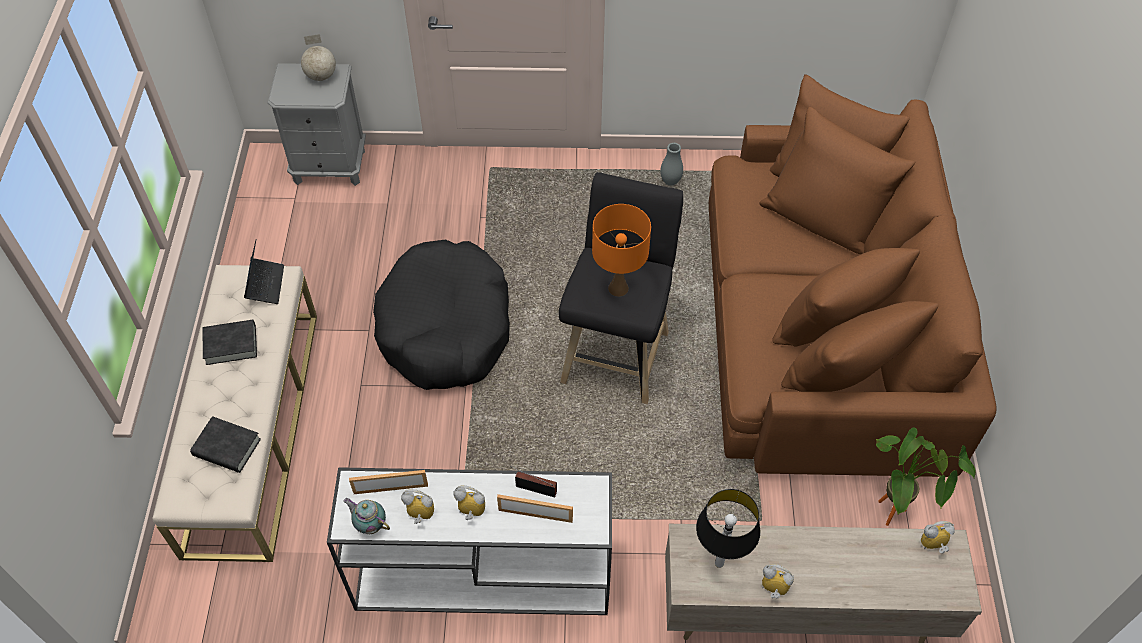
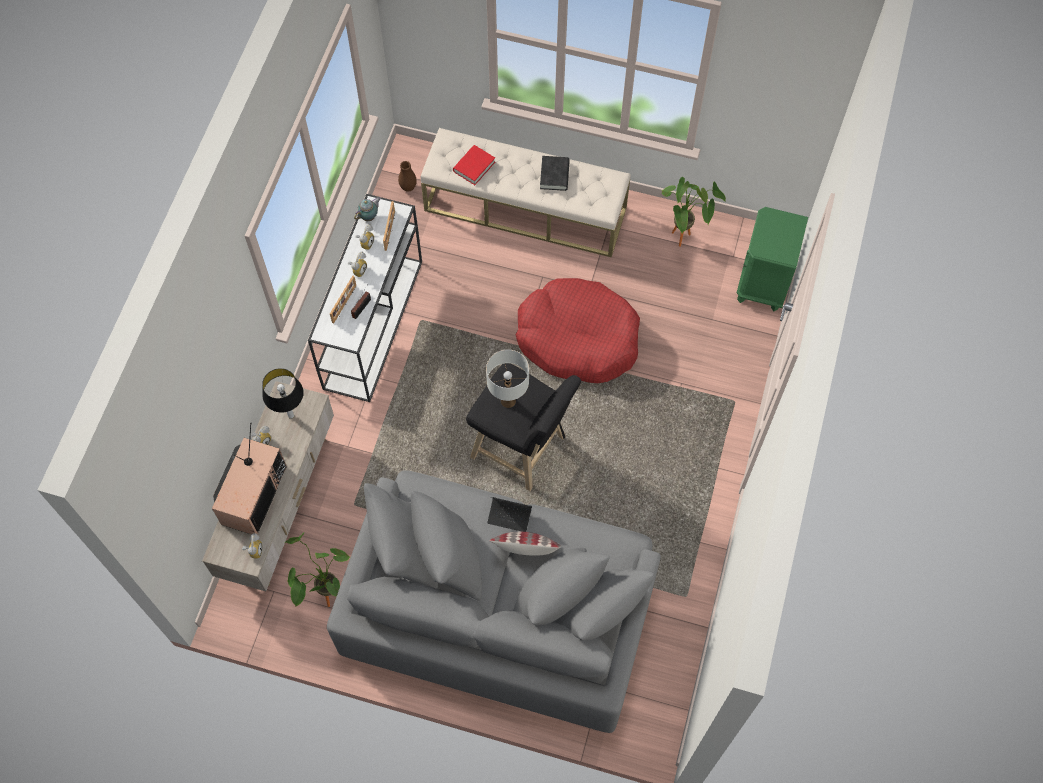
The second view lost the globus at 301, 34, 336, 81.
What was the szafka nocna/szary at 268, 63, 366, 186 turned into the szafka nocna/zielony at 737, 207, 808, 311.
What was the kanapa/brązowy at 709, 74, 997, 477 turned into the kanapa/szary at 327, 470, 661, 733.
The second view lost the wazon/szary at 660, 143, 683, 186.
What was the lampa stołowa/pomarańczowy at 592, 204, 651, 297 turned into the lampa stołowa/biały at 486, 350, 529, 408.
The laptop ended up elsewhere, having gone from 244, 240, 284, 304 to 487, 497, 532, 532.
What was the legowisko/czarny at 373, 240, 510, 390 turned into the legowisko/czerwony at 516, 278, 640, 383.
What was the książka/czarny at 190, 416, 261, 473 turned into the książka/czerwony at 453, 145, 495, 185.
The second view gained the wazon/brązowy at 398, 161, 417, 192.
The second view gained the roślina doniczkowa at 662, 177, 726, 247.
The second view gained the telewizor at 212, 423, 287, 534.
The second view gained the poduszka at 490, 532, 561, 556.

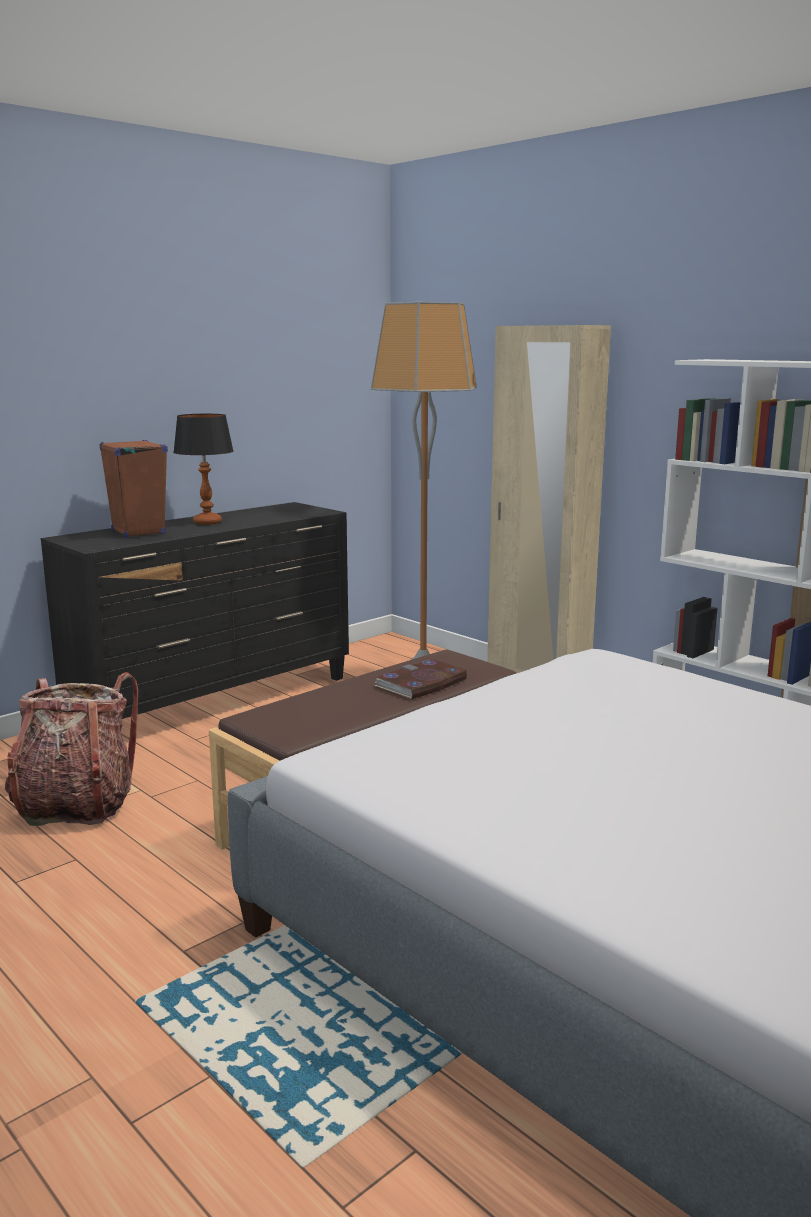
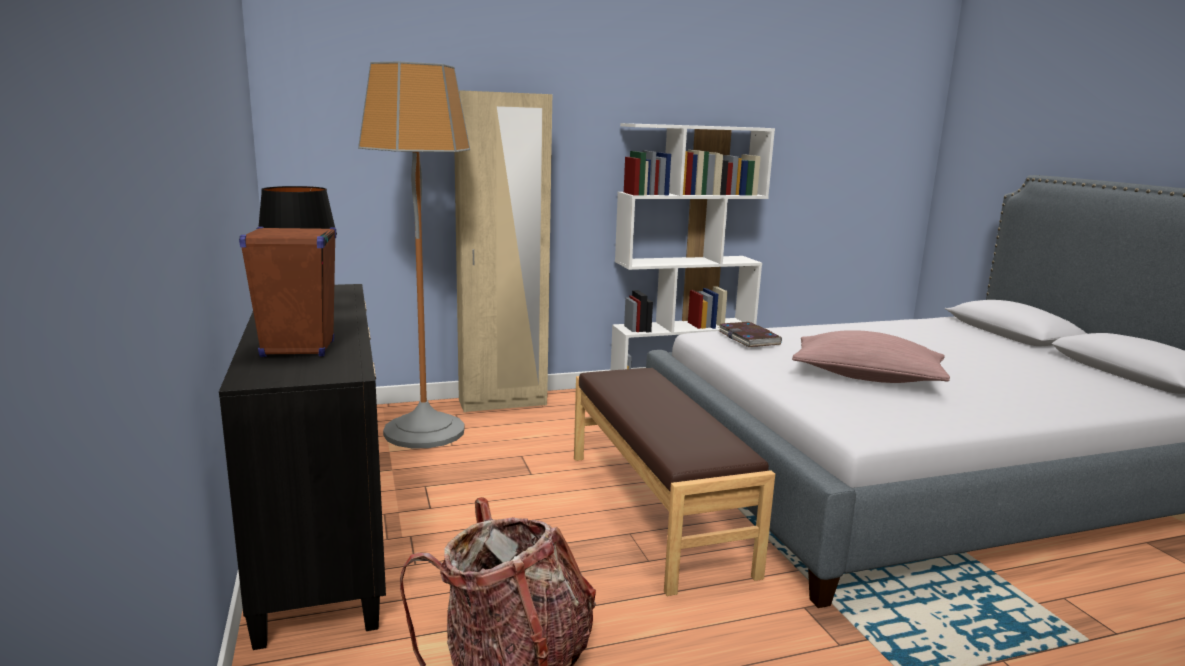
The książka ended up elsewhere, having gone from 375, 659, 467, 700 to 718, 322, 782, 347.
The second view gained the poduszka/różowy at 792, 330, 950, 383.

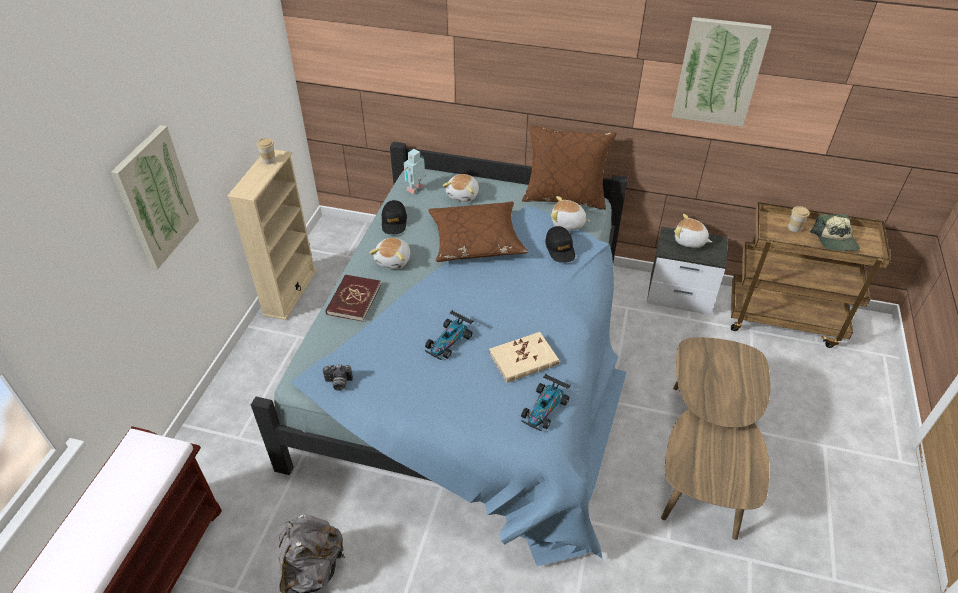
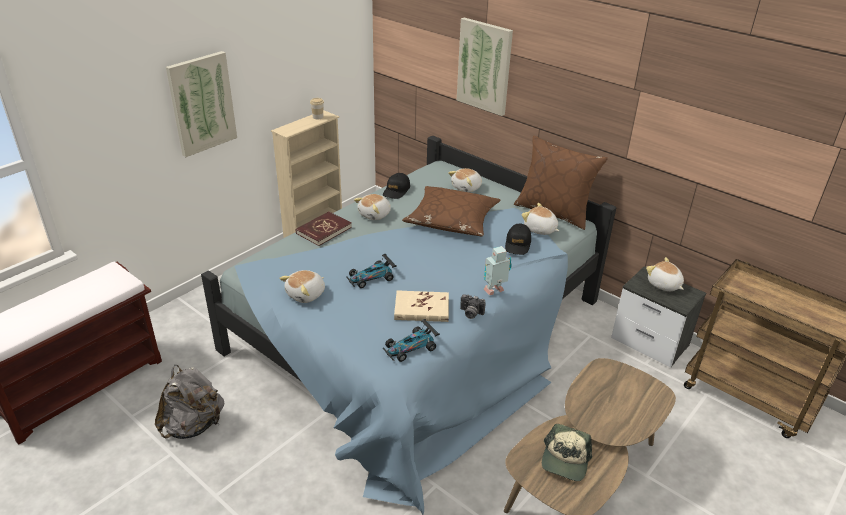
The obraz ended up elsewhere, having gone from 672, 17, 771, 127 to 457, 17, 513, 116.
The robot zabawkowy ended up elsewhere, having gone from 404, 149, 425, 194 to 483, 246, 512, 295.
The second view lost the filiżanka at 788, 206, 810, 232.
The czapka z daszkiem ended up elsewhere, having gone from 810, 214, 860, 251 to 542, 424, 592, 481.
The aparat fotograficzny ended up elsewhere, having gone from 323, 364, 353, 391 to 460, 294, 486, 319.
The second view gained the pluszak at 279, 270, 325, 303.

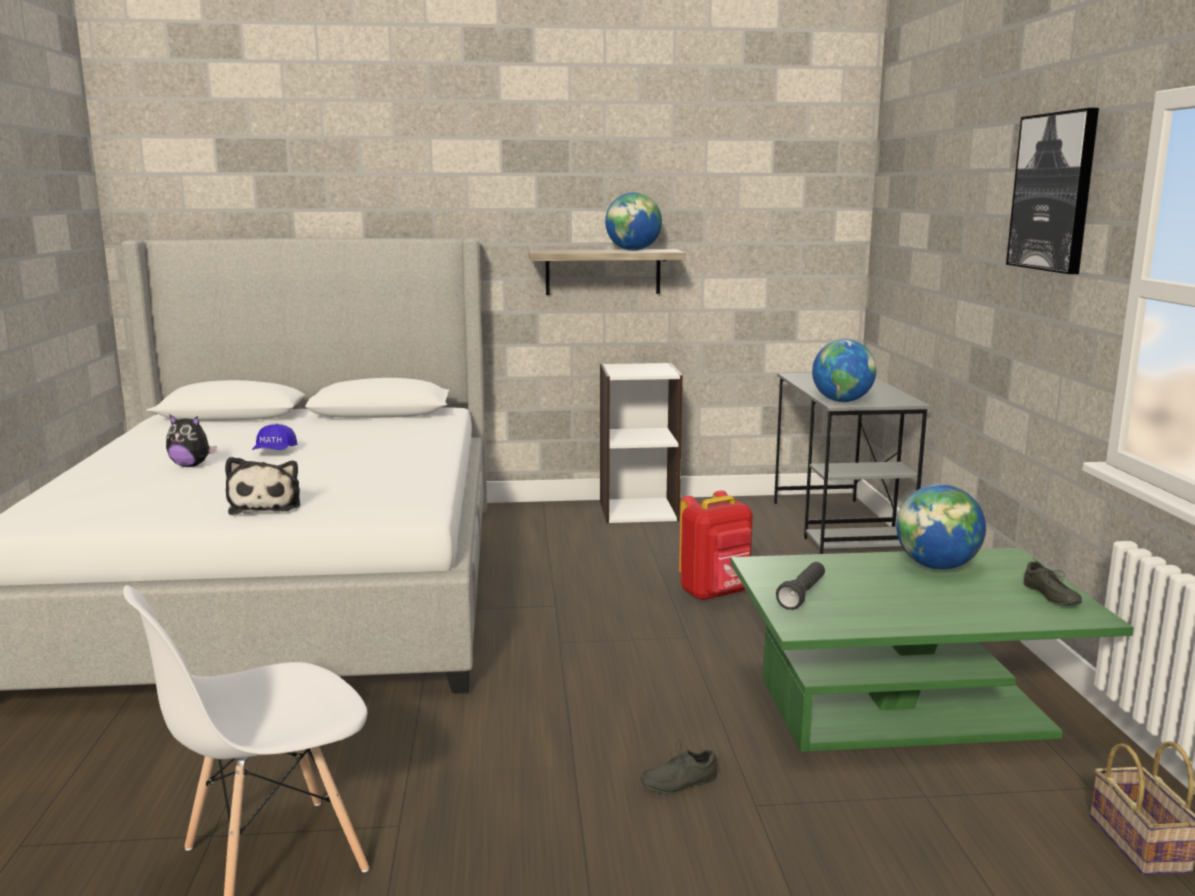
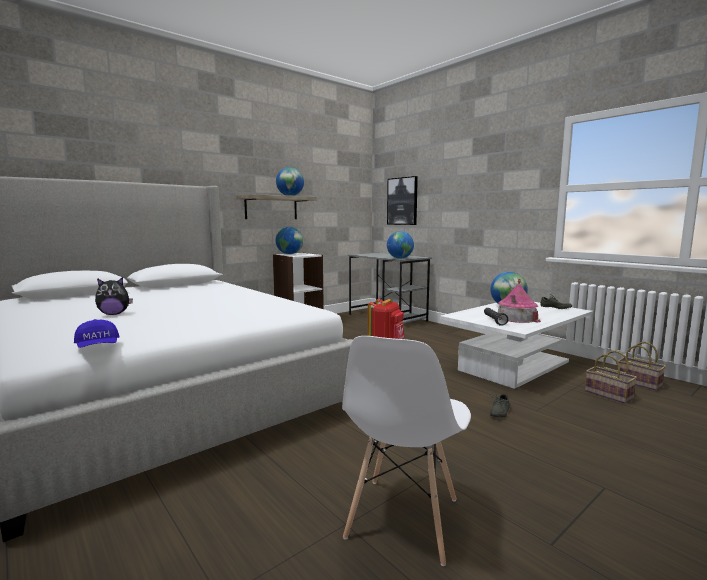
The obraz ended up elsewhere, having gone from 1006, 108, 1099, 274 to 387, 176, 418, 225.
The czapka z daszkiem/niebieski ended up elsewhere, having gone from 252, 424, 297, 450 to 74, 319, 120, 348.
The second view lost the pluszak at 225, 457, 301, 515.
What was the ława/zielony at 730, 548, 1134, 752 turned into the ława/biały at 440, 302, 593, 389.
The second view gained the globus at 275, 227, 303, 254.
The second view gained the domek at 498, 279, 541, 323.
The second view gained the koszyk at 585, 350, 637, 404.

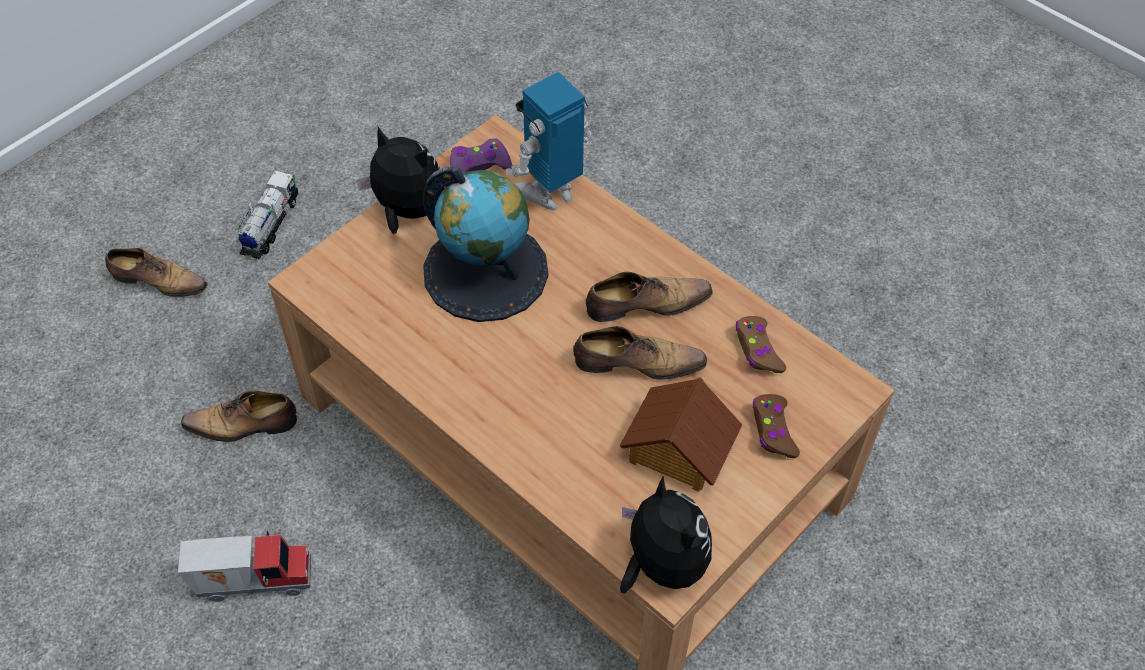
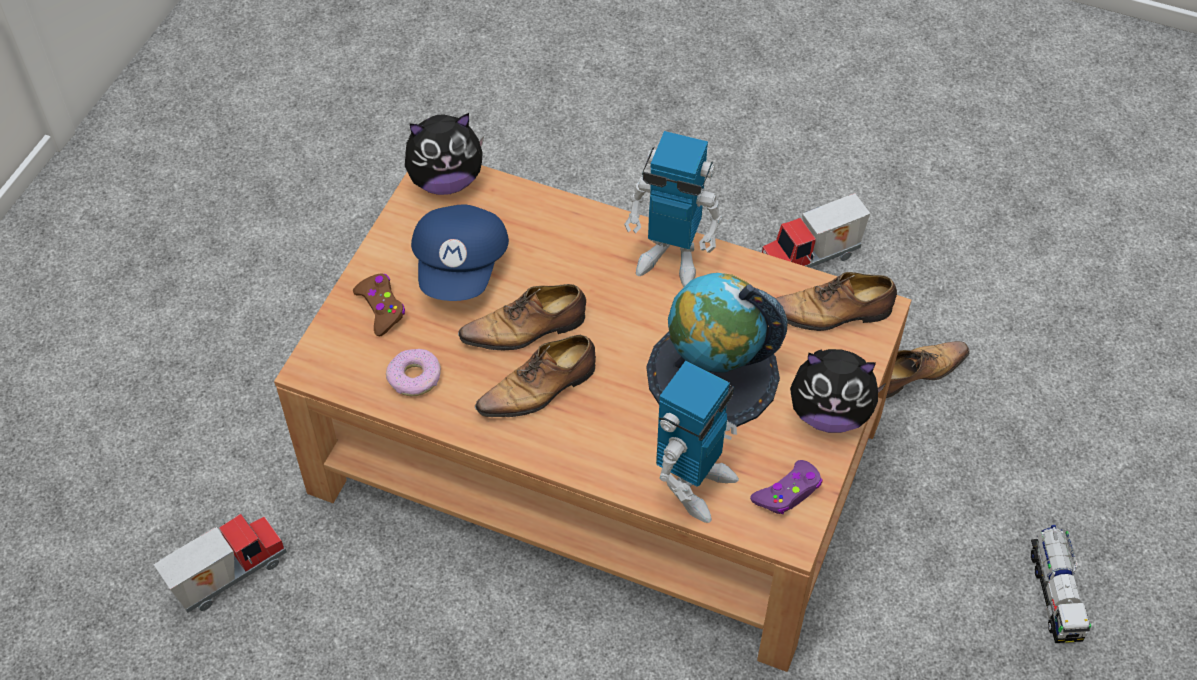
The but ended up elsewhere, having gone from 105, 248, 208, 297 to 776, 272, 897, 331.
Where the pad do gier/brązowy stood at 736, 316, 786, 373, the donut came to stand at 386, 349, 441, 396.
Where the domek stood at 619, 377, 742, 492, the czapka z daszkiem/niebieski came to stand at 411, 205, 509, 301.
The pluszak at 620, 476, 712, 594 ended up facing another way, 60 degrees counterclockwise from before.
The second view gained the robot zabawkowy at 624, 131, 723, 287.
The second view gained the ciężarówka zabawkowa at 154, 513, 287, 613.

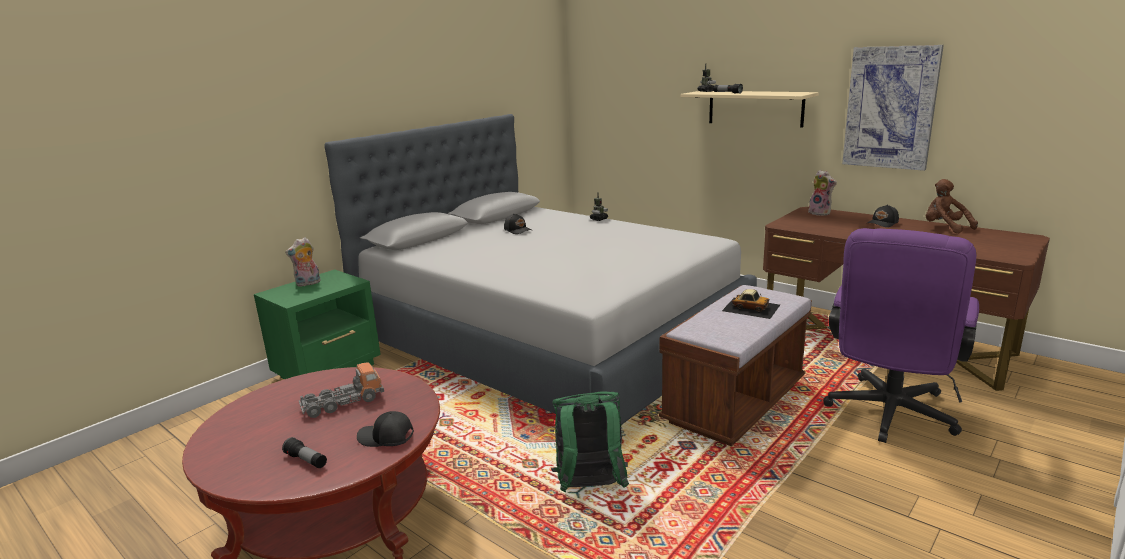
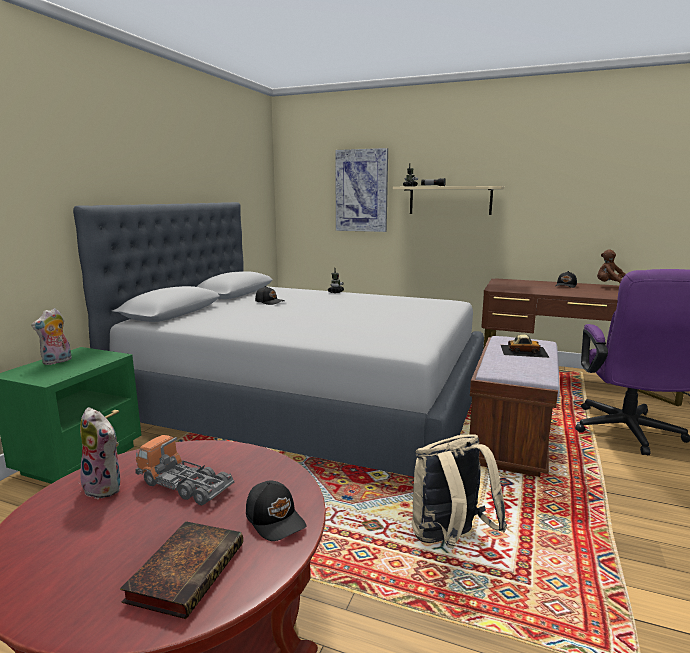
The obraz ended up elsewhere, having gone from 842, 45, 944, 171 to 335, 148, 388, 232.
The pluszak ended up elsewhere, having gone from 808, 170, 837, 216 to 80, 407, 120, 499.
The ciężarówka zabawkowa at 298, 362, 384, 418 ended up facing another way, 105 degrees counterclockwise from before.
What was the plecak/zielony at 551, 391, 629, 492 turned into the plecak/beżowy at 412, 434, 507, 549.
The czapka z daszkiem/czarny at 357, 411, 414, 447 ended up facing another way, 120 degrees counterclockwise from before.
Where the latarka stood at 282, 437, 327, 468, the książka came to stand at 120, 521, 243, 619.

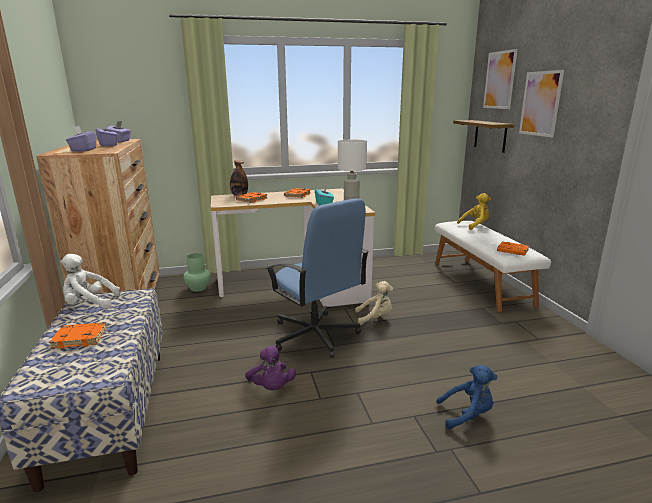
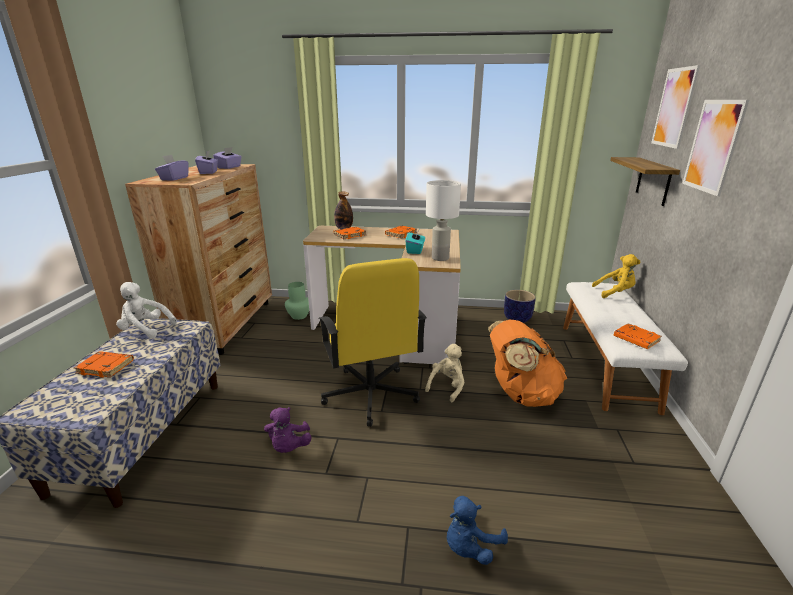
What was the krzesło biurowe/niebieski at 266, 198, 369, 358 turned into the krzesło biurowe/żółty at 318, 258, 427, 427.
The pluszak/beżowy at 355, 281, 393, 325 ended up facing another way, 75 degrees counterclockwise from before.
The pluszak/niebieski at 436, 365, 497, 429 ended up facing another way, 120 degrees clockwise from before.
The second view gained the donica at 504, 290, 536, 323.
The second view gained the plecak/pomarańczowy at 488, 319, 567, 407.

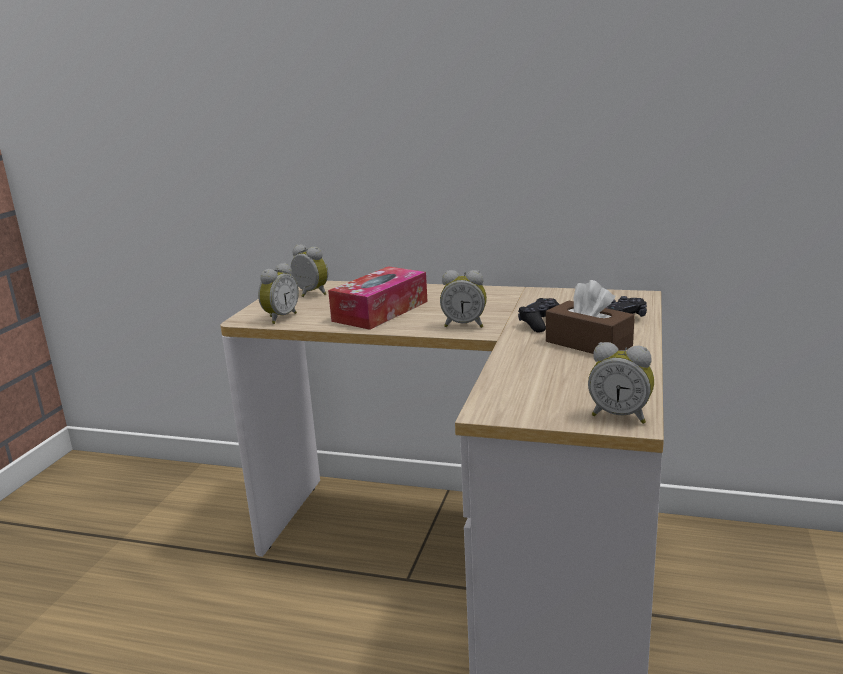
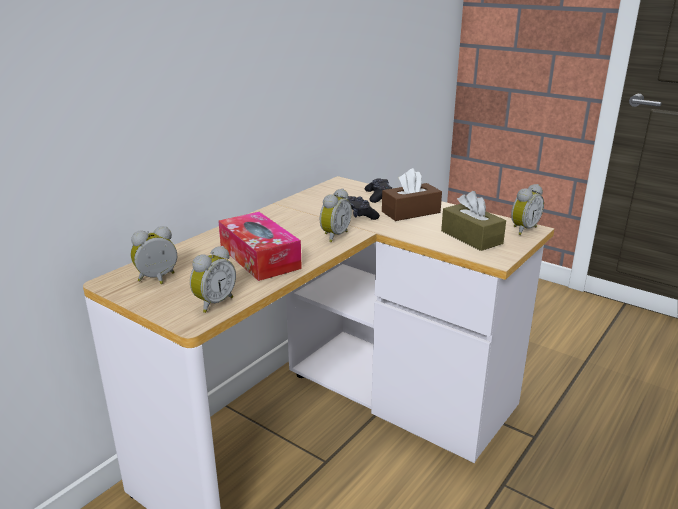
The budzik at 258, 263, 299, 324 ended up facing another way, 75 degrees clockwise from before.
The second view gained the pudełko chusteczek/brązowy at 441, 191, 506, 251.

